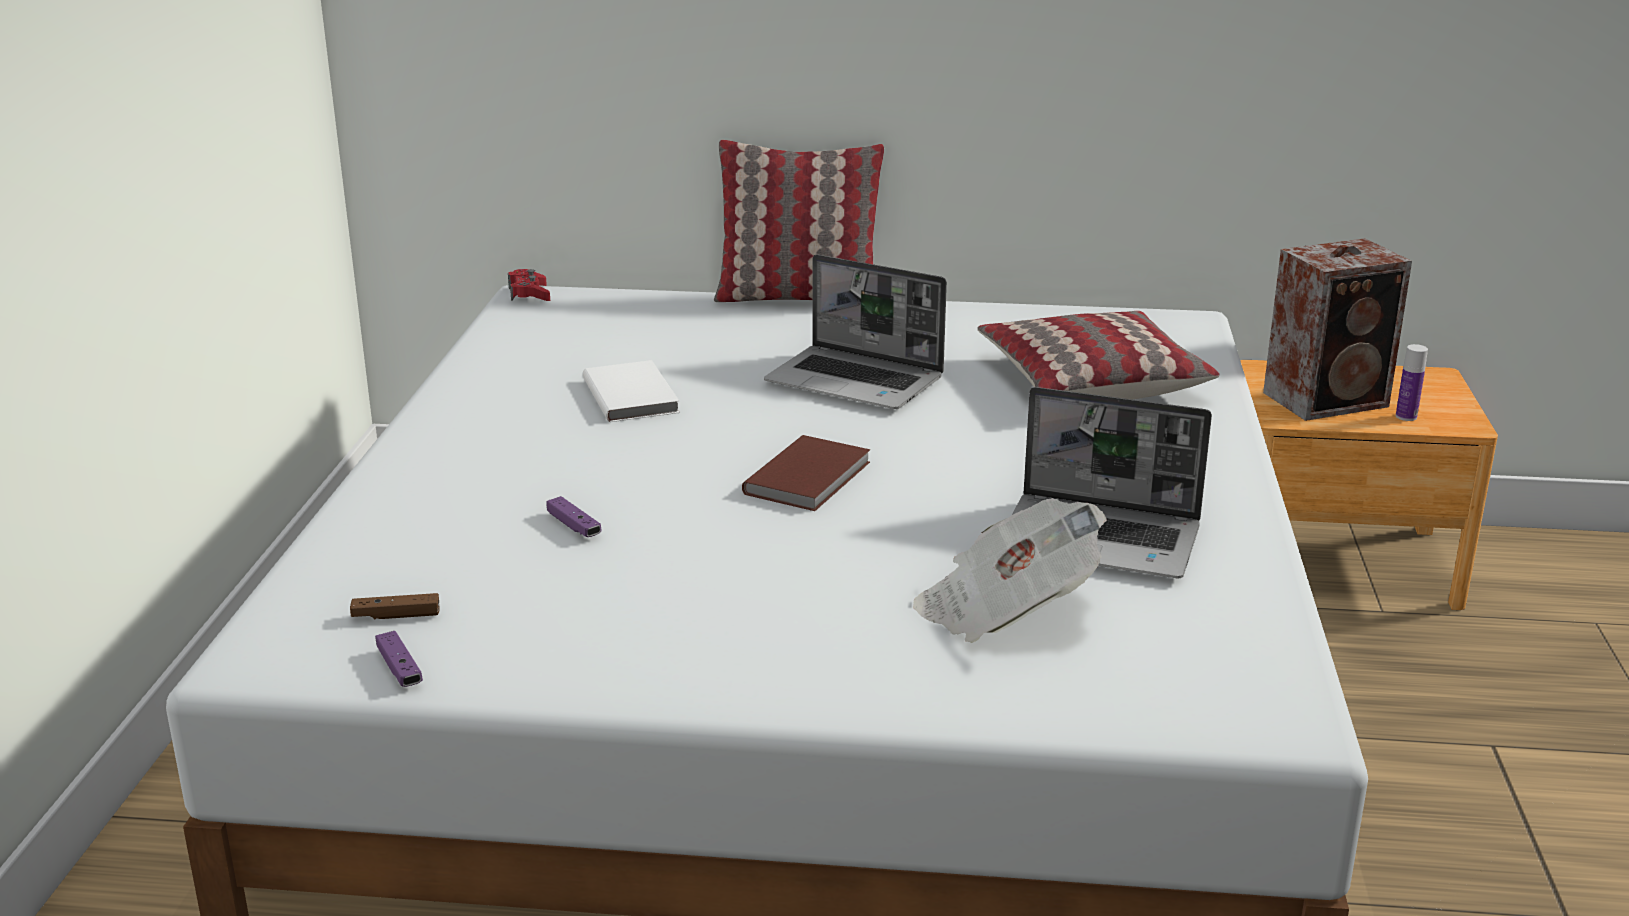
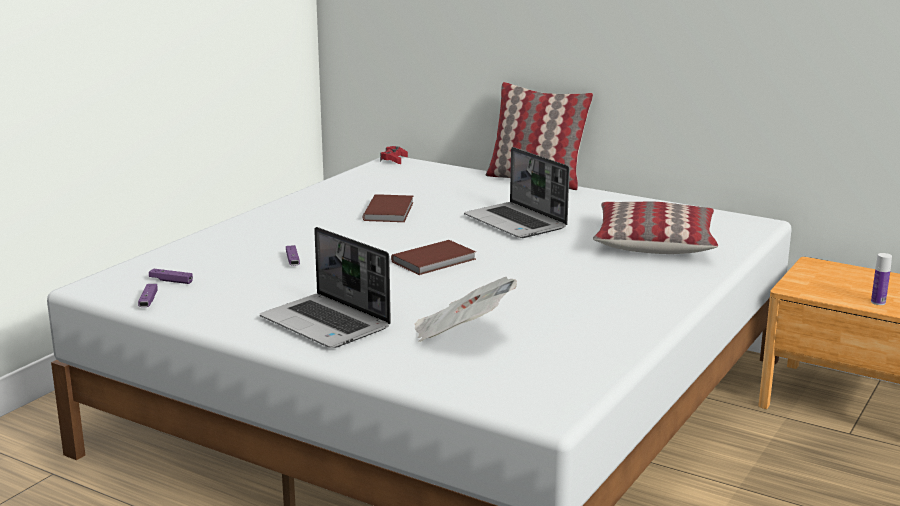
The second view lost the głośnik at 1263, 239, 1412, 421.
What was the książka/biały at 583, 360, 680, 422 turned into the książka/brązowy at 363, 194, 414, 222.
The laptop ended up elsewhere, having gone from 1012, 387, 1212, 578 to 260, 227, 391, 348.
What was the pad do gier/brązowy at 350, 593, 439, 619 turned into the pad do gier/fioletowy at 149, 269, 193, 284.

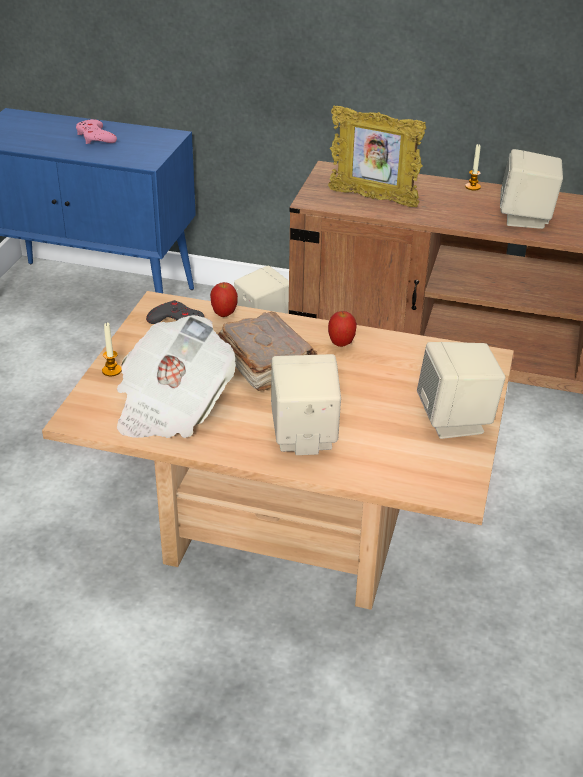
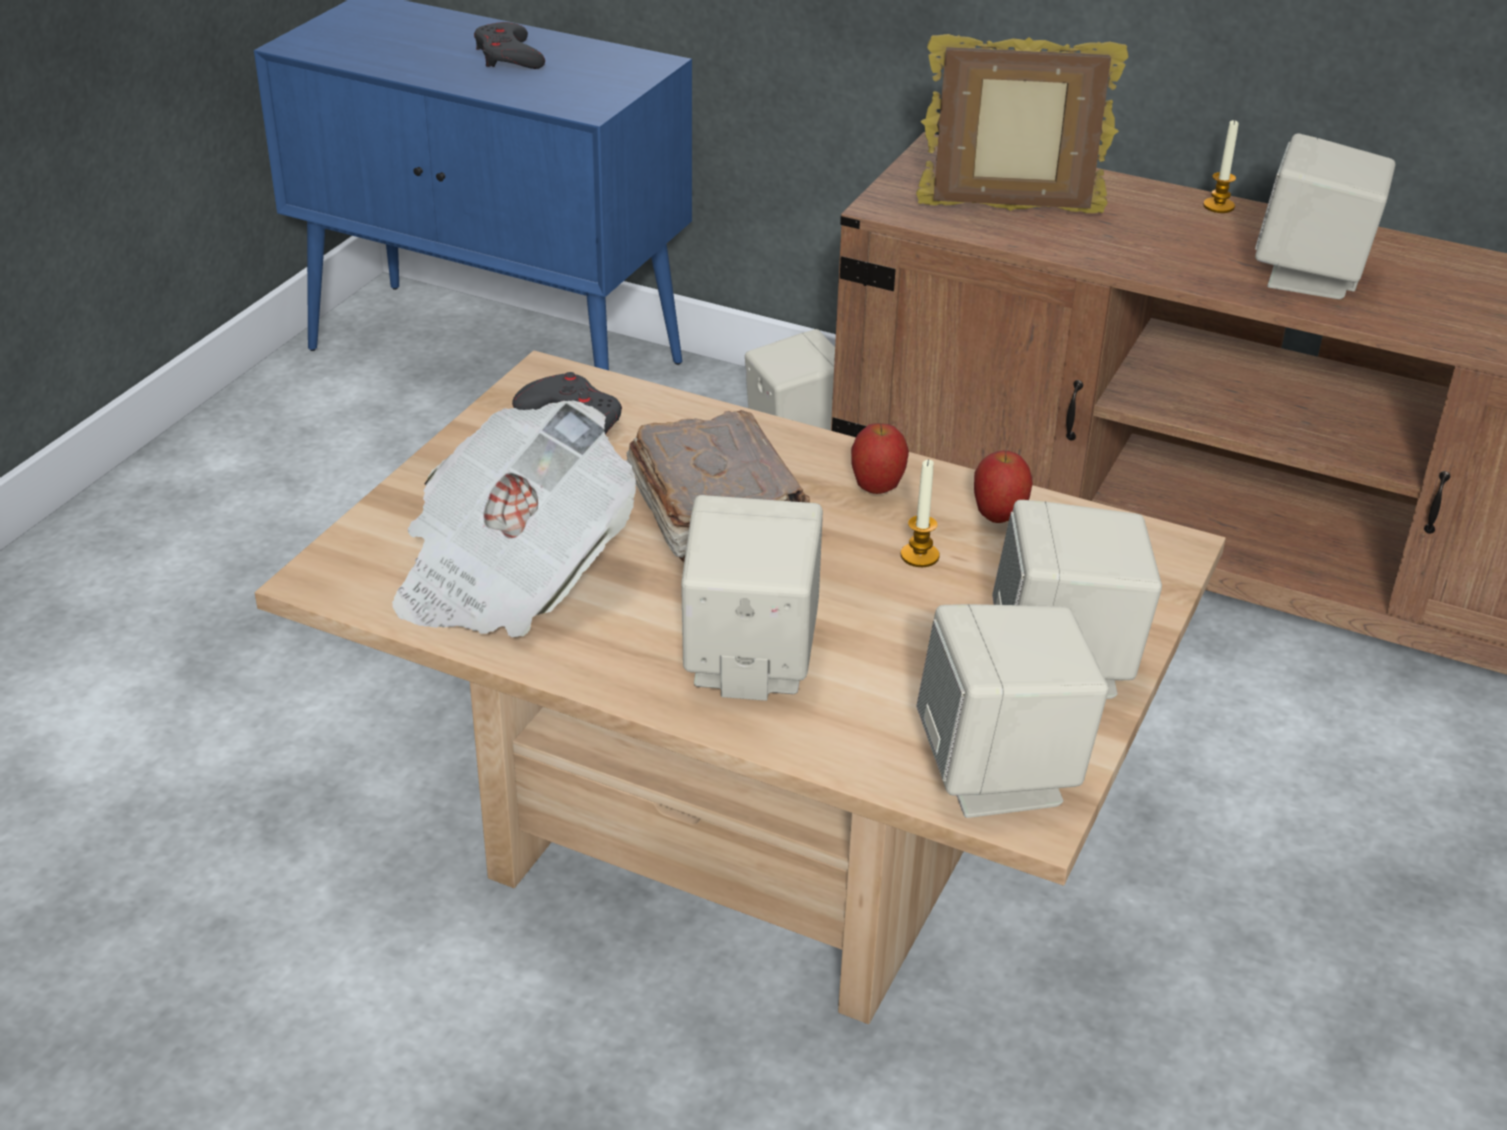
The ramka na zdjęcie at 328, 105, 426, 207 ended up facing another way, 150 degrees clockwise from before.
What was the pad do gier/różowy at 76, 119, 117, 144 turned into the pad do gier/szary at 474, 22, 545, 69.
The jabłko ended up elsewhere, having gone from 210, 282, 238, 317 to 974, 451, 1033, 523.
The świeca ended up elsewhere, having gone from 102, 322, 122, 376 to 901, 459, 940, 567.
The second view gained the głośnik/beżowy at 916, 604, 1109, 818.

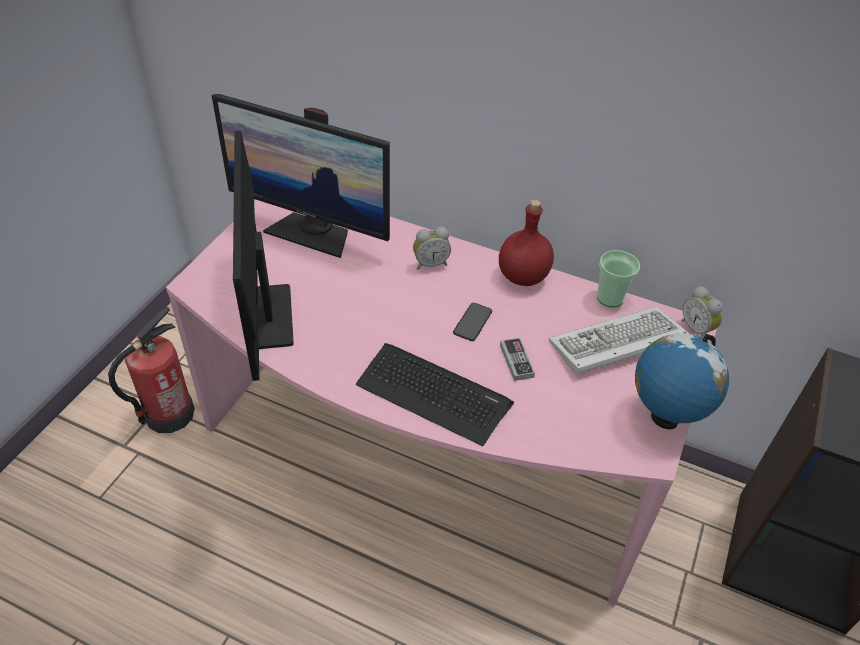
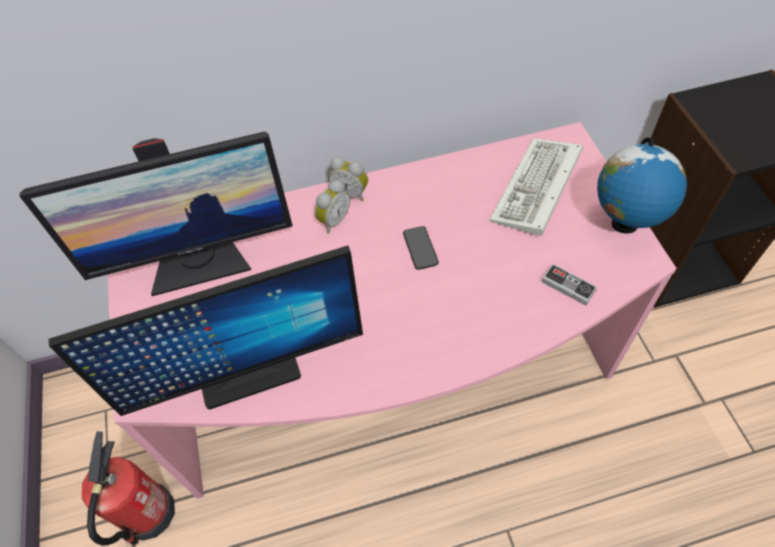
The monitor at 233, 131, 294, 381 ended up facing another way, 60 degrees counterclockwise from before.
The second view lost the butelka/czerwony at 499, 200, 554, 286.
The second view lost the filiżanka at 597, 250, 640, 308.
The budzik ended up elsewhere, having gone from 682, 286, 723, 338 to 329, 157, 368, 201.
The pad do gier ended up elsewhere, having gone from 500, 338, 535, 381 to 541, 264, 597, 306.
The second view lost the klawiatura at 356, 343, 514, 446.

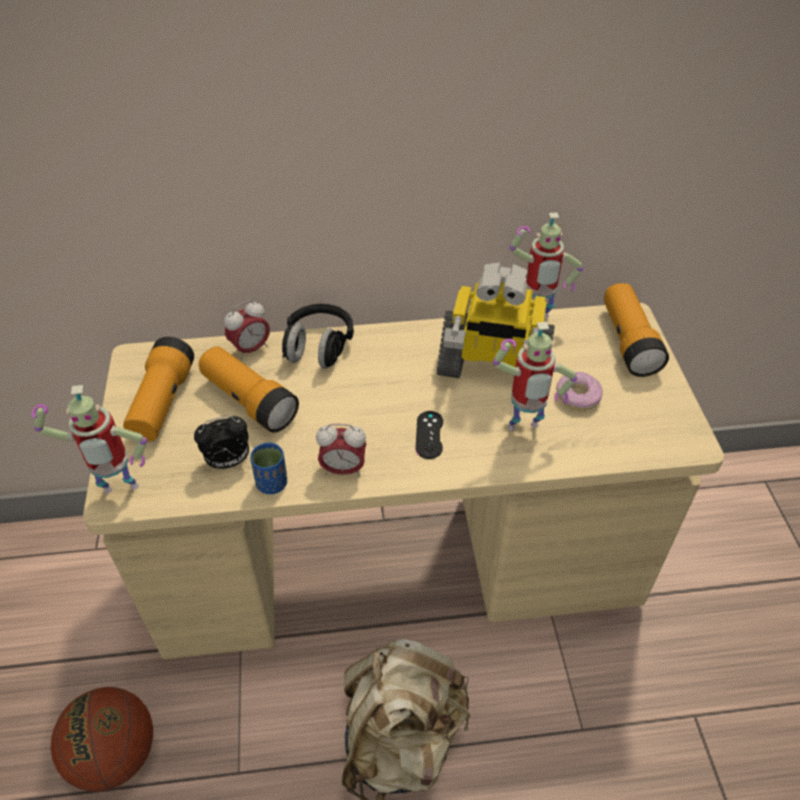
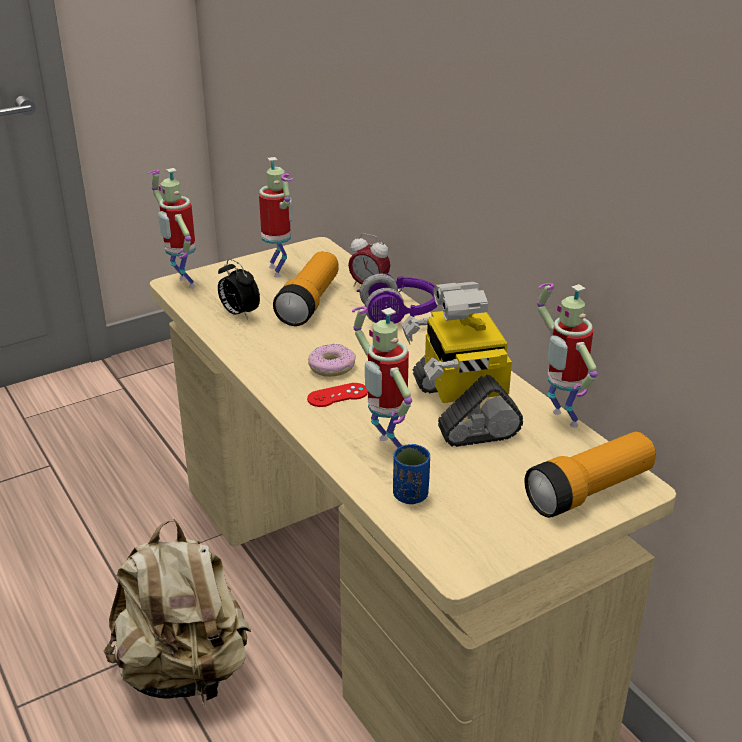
What was the słuchawki/czarny at 282, 304, 354, 369 turned into the słuchawki/fioletowy at 357, 273, 438, 324.
Where the latarka stood at 123, 337, 194, 441, the robot zabawkowy came to stand at 259, 157, 293, 278.
The donut ended up elsewhere, having gone from 556, 372, 603, 410 to 308, 344, 356, 377.
What was the pad do gier/czarny at 415, 411, 443, 459 turned into the pad do gier/czerwony at 307, 383, 368, 407.
The second view lost the budzik at 316, 424, 366, 476.
The filiżanka/niebieski ended up elsewhere, having gone from 250, 443, 287, 494 to 393, 444, 430, 504.
The second view lost the piłka do koszykówki at 51, 687, 153, 791.

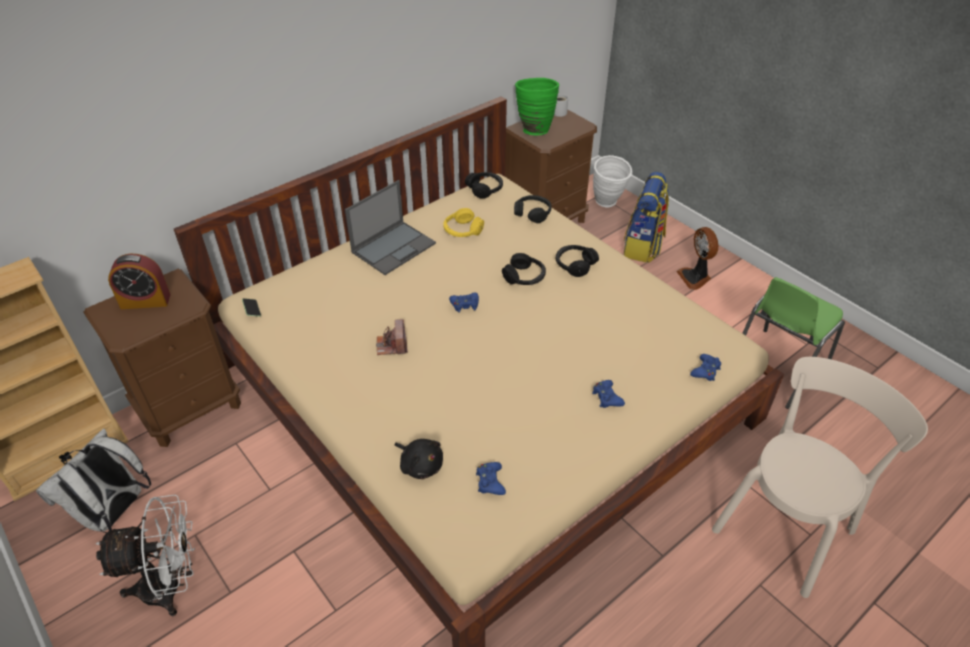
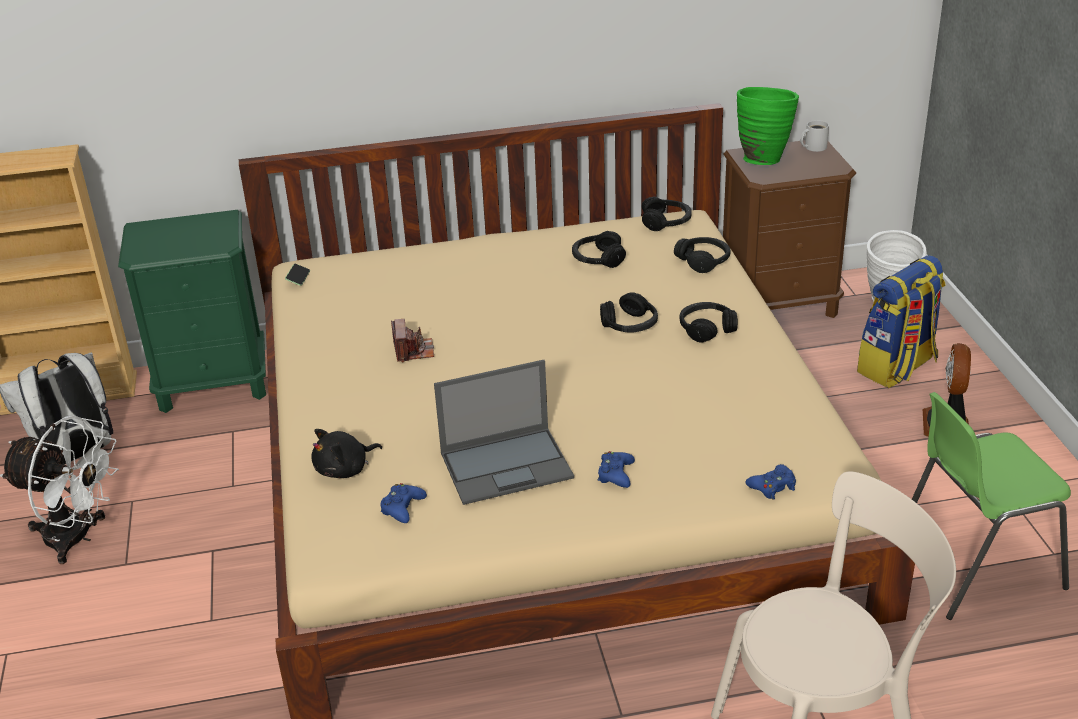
The laptop ended up elsewhere, having gone from 345, 180, 436, 275 to 434, 360, 574, 505.
What was the słuchawki/żółty at 443, 208, 484, 237 turned into the słuchawki/czarny at 572, 231, 626, 268.
The second view lost the budzik at 108, 254, 171, 309.
What was the szafka nocna/brązowy at 83, 269, 241, 447 turned into the szafka nocna/zielony at 118, 210, 266, 413.
The second view lost the pad do gier/niebieski at 449, 293, 479, 313.
The aparat fotograficzny at 376, 319, 408, 355 ended up facing another way, 150 degrees clockwise from before.
The pluszak/czarny at 395, 439, 443, 479 ended up facing another way, 75 degrees clockwise from before.

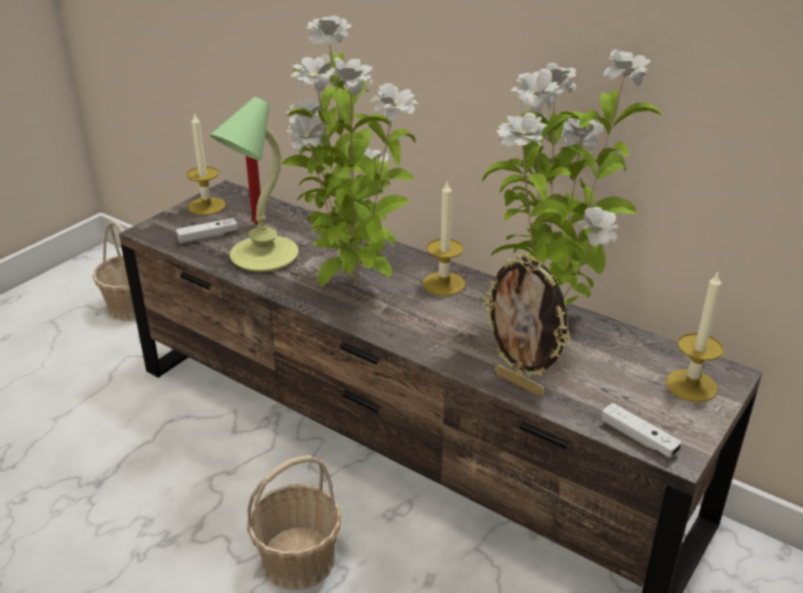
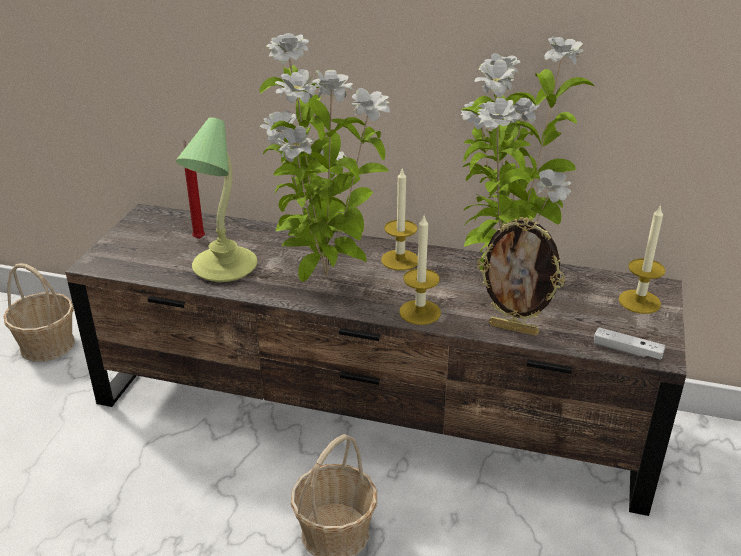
The świeca ended up elsewhere, having gone from 186, 112, 226, 215 to 399, 215, 441, 325.
The second view lost the pad do gier/biały at 176, 218, 238, 244.

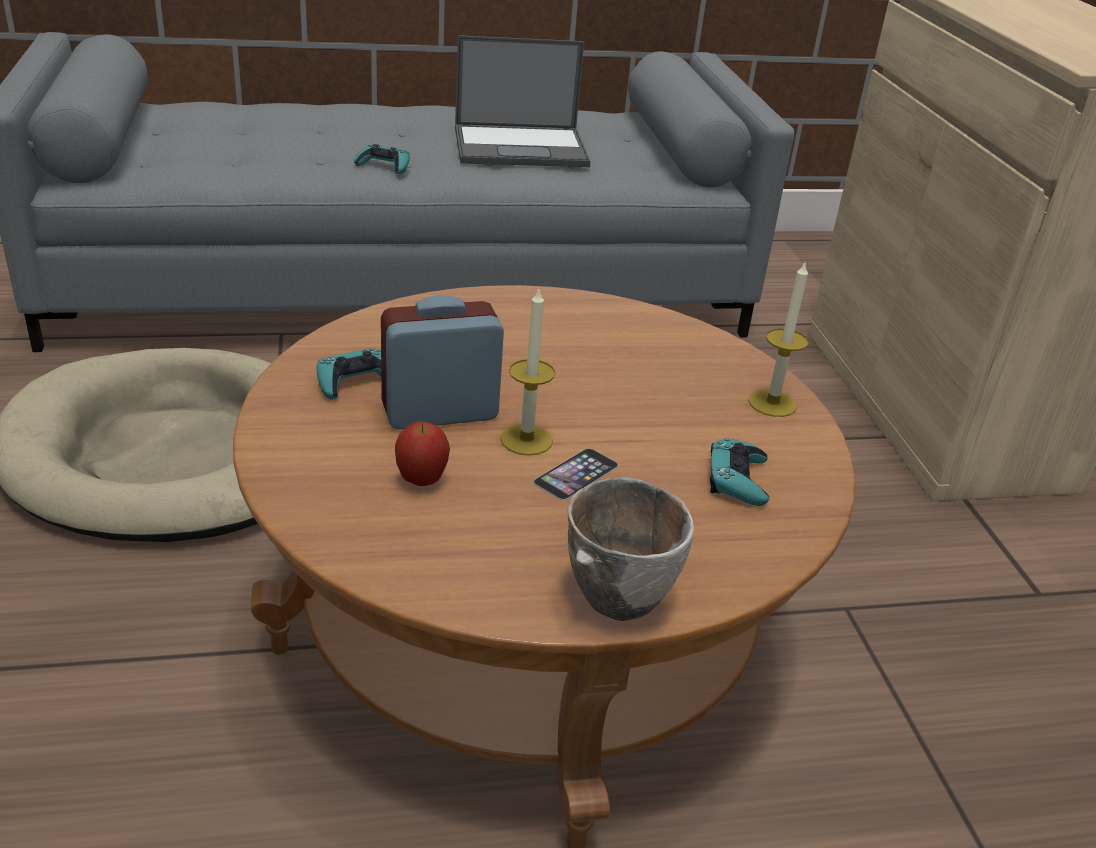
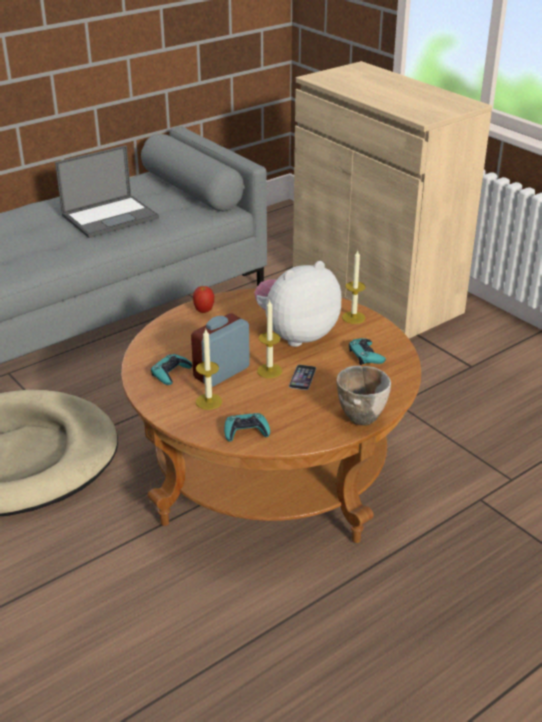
The pad do gier/turkusowy ended up elsewhere, having gone from 354, 144, 410, 174 to 224, 413, 270, 442.
The jabłko ended up elsewhere, having gone from 395, 421, 450, 486 to 193, 286, 214, 313.
The second view gained the pluszak at 254, 261, 341, 347.
The second view gained the świeca at 196, 329, 222, 410.

